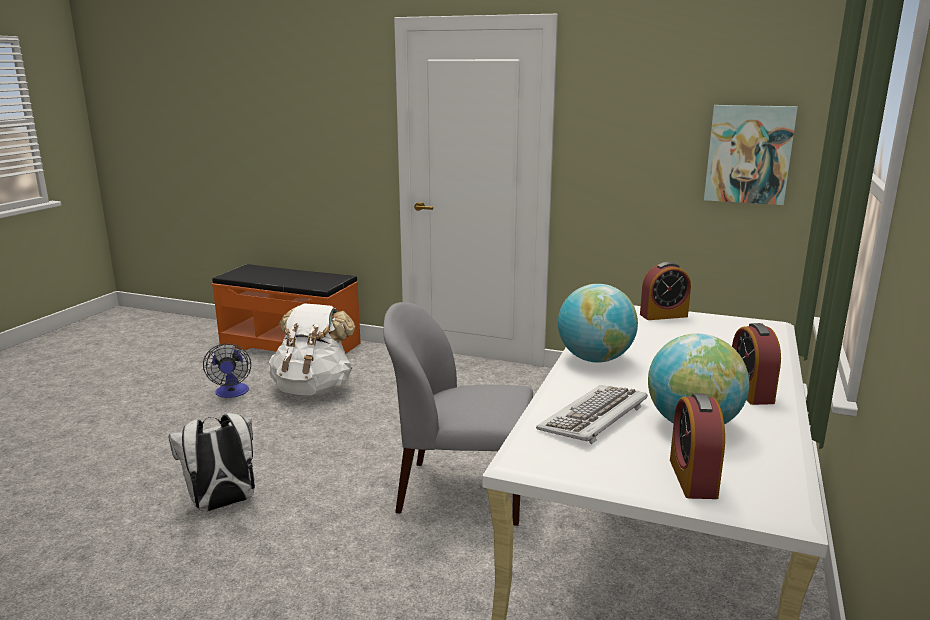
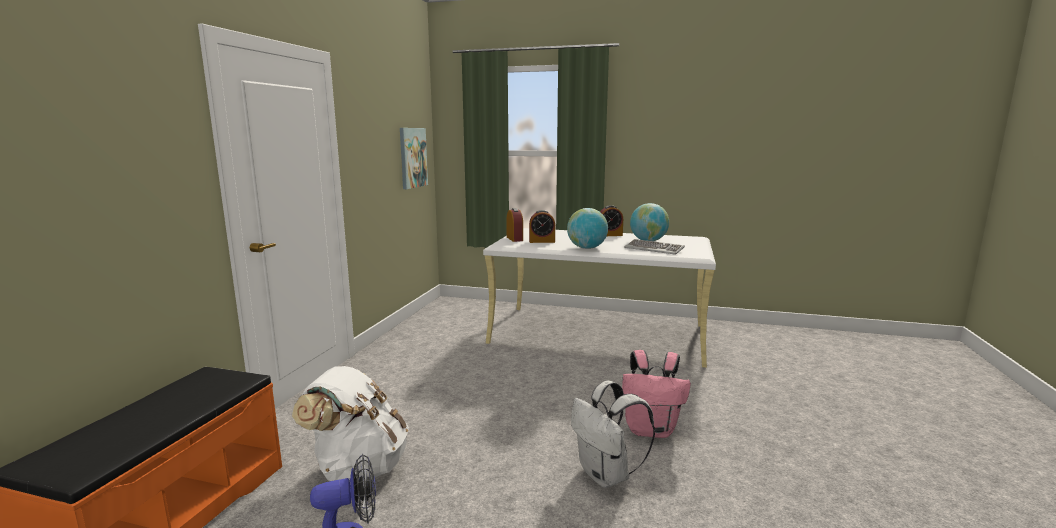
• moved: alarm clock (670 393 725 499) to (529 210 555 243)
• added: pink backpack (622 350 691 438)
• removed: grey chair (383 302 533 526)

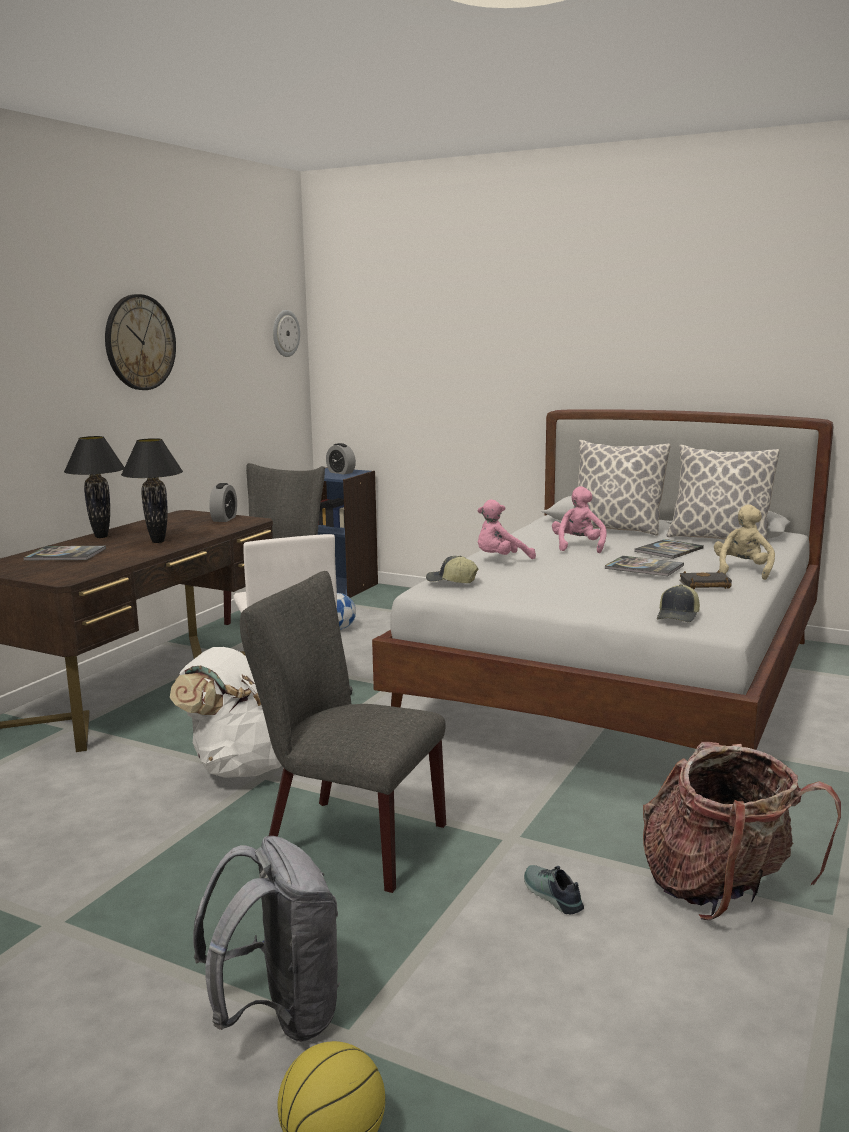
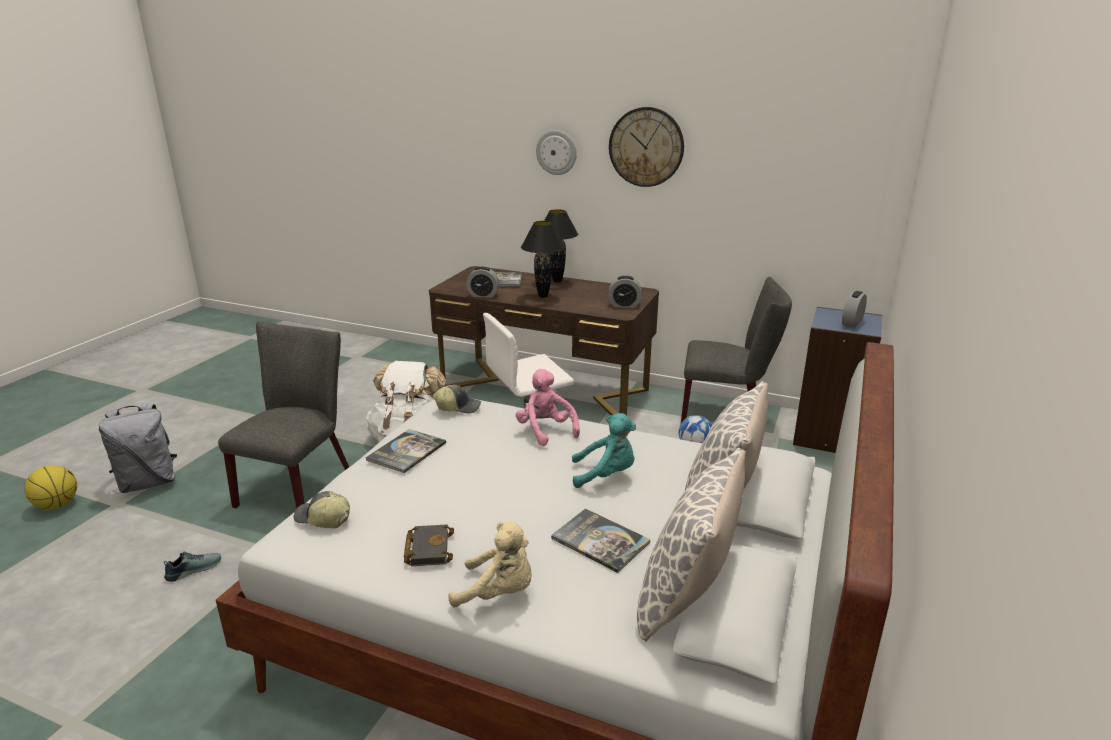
• moved: book (605 556 684 576) to (365 429 446 473)
• turned: cap (426 556 478 583) = (433 385 481 414) 75 degrees clockwise
• added: alarm clock (466 267 500 298)
• moved: wall clock (273 310 300 357) to (536 130 577 175)
• recoloured: pink plush toy (552 486 606 553) to turquoise plush toy (572 413 636 488)
• removed: backpack (643 742 841 920)

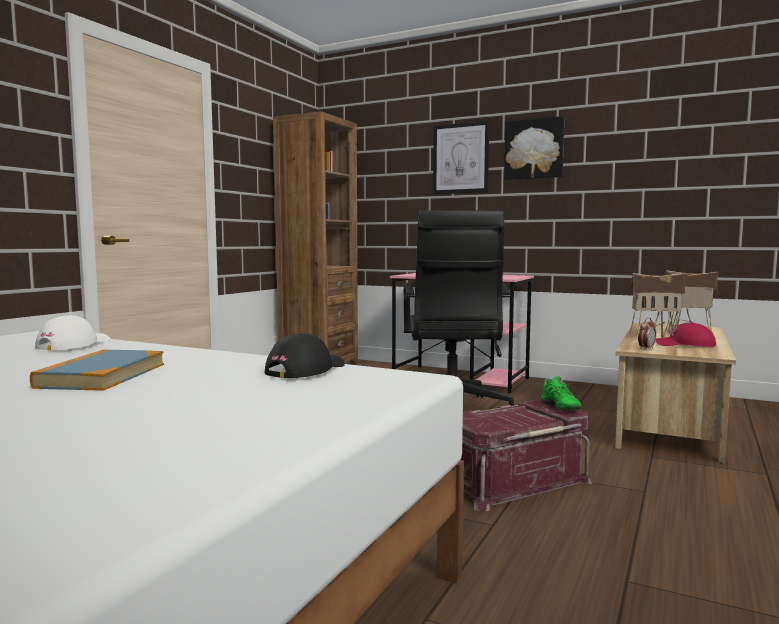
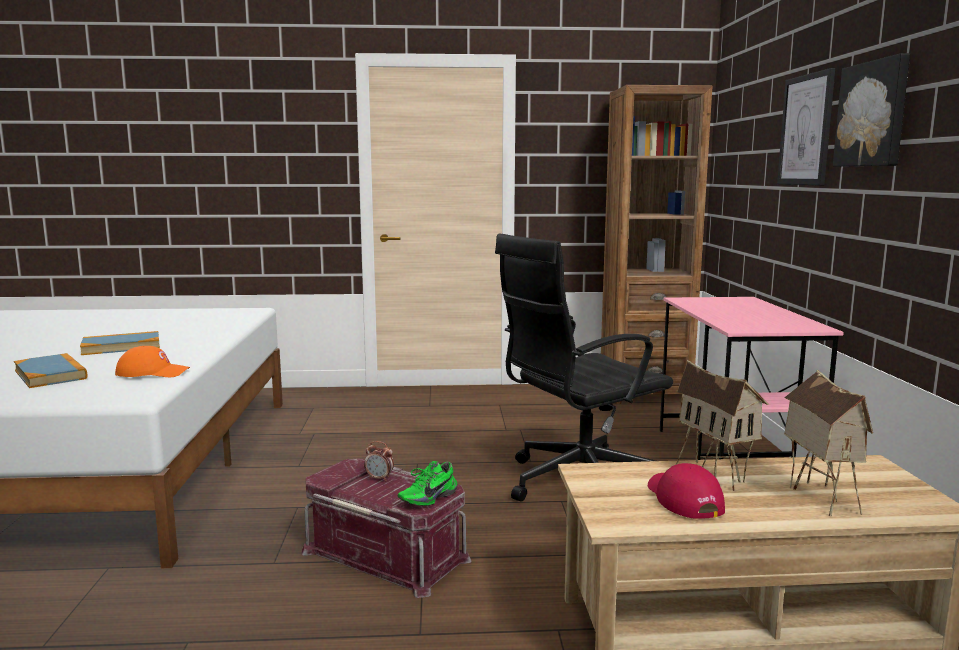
• added: book (14 353 87 388)
• recoloured: black cap (265 333 345 379) to orange cap (115 346 190 377)
• moved: alarm clock (638 318 656 350) to (364 441 394 481)
• removed: white cap (35 315 110 350)

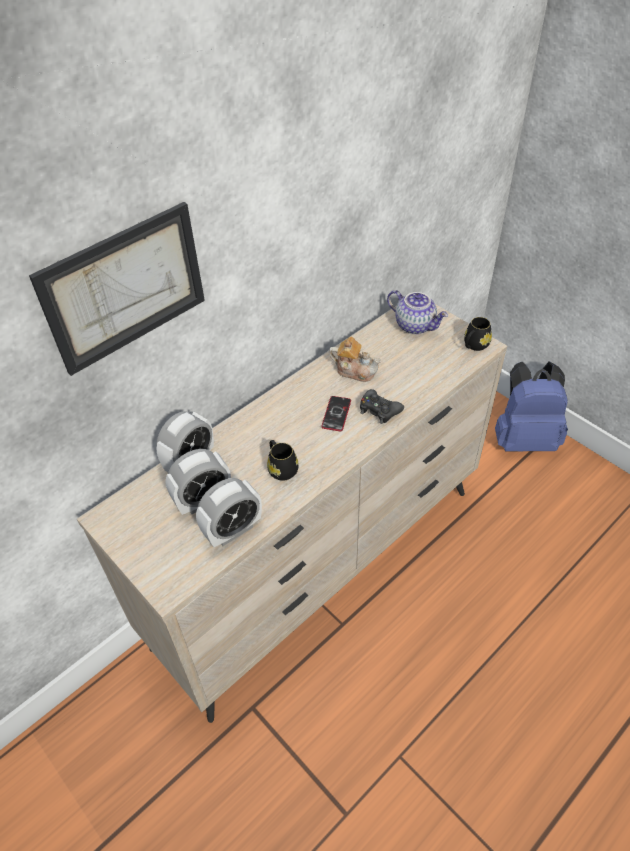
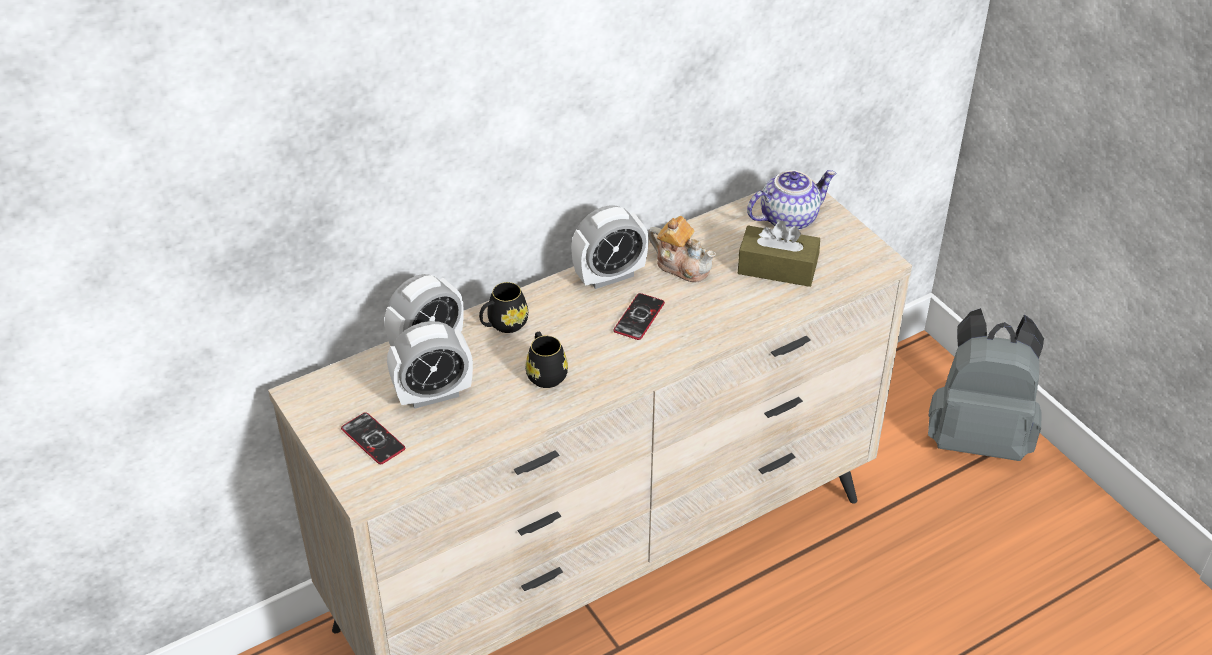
• added: phone (341 412 405 464)
• moved: black mug (464 317 492 351) to (479 282 528 333)
• moved: alarm clock (196 478 262 547) to (571 205 649 289)
• added: brown tissue box (738 221 820 287)
• turned: teapot (387 290 448 334) = (747 170 837 230) 75 degrees counterclockwise
• recoloured: blue backpack (495 361 568 452) to grey backpack (928 308 1044 461)
• removed: picture (29 202 205 376)
• removed: black game controller (360 389 404 424)

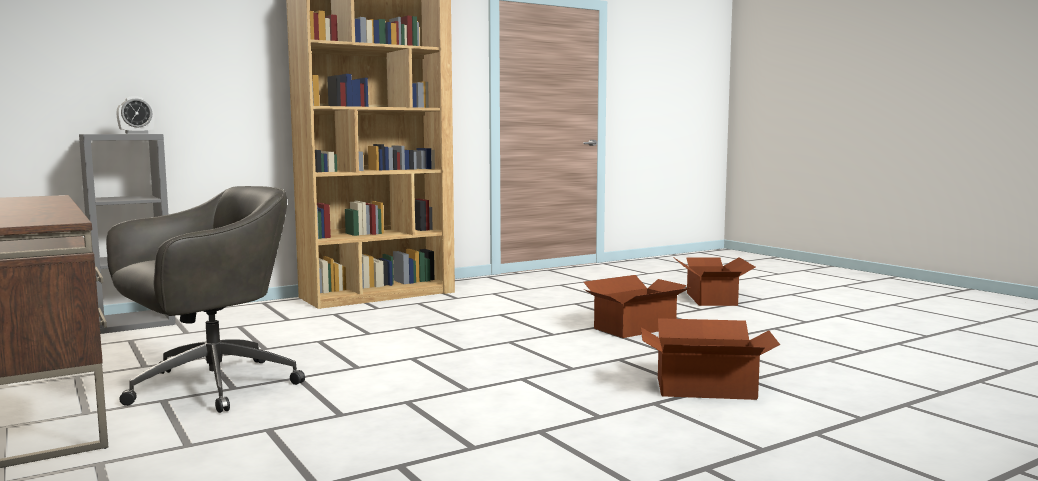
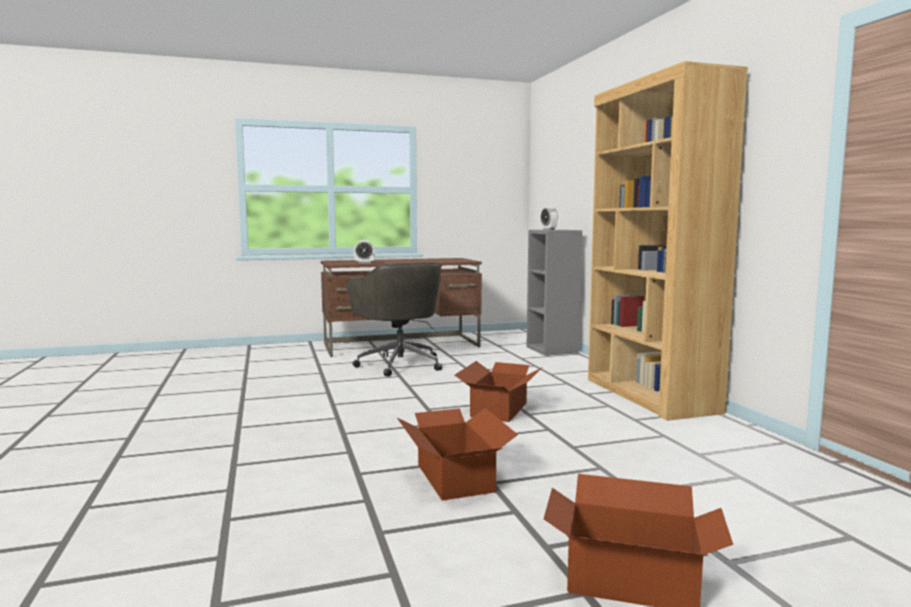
• added: alarm clock (354 240 375 263)
• moved: cardboard box (641 318 780 400) to (455 361 543 422)

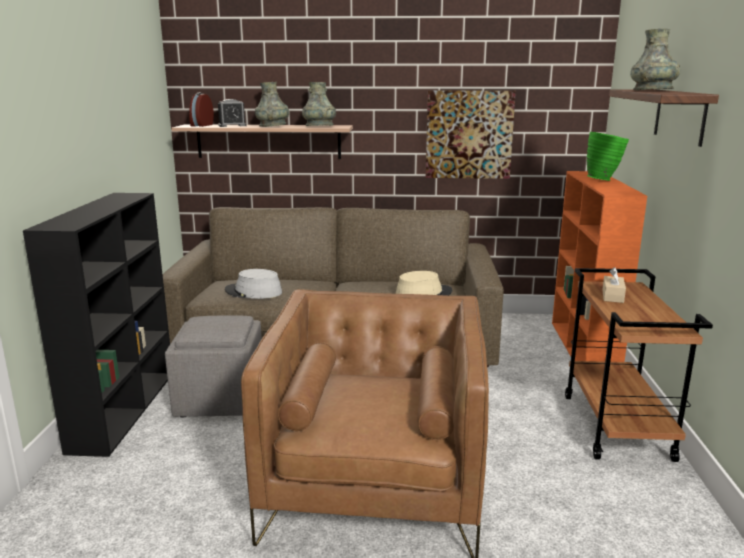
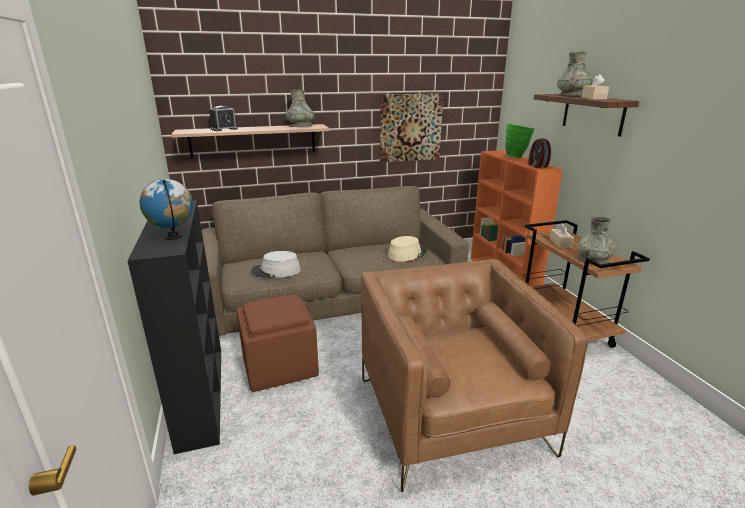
• added: globe (140 179 193 240)
• recoloured: grey ottoman (165 316 262 418) to brown ottoman (236 294 319 392)
• moved: alarm clock (189 93 214 127) to (528 138 551 168)
• moved: grey vase (255 82 289 127) to (577 217 616 265)
• added: beige tissue box (582 74 609 100)

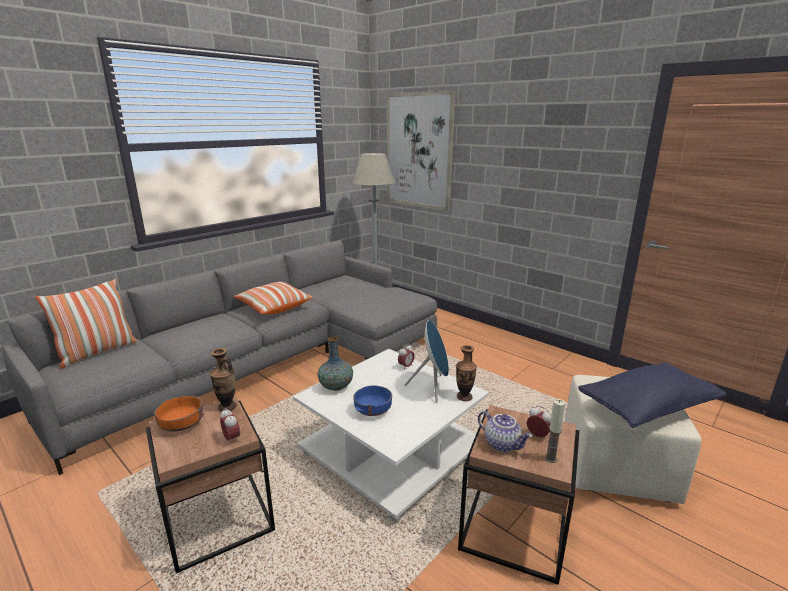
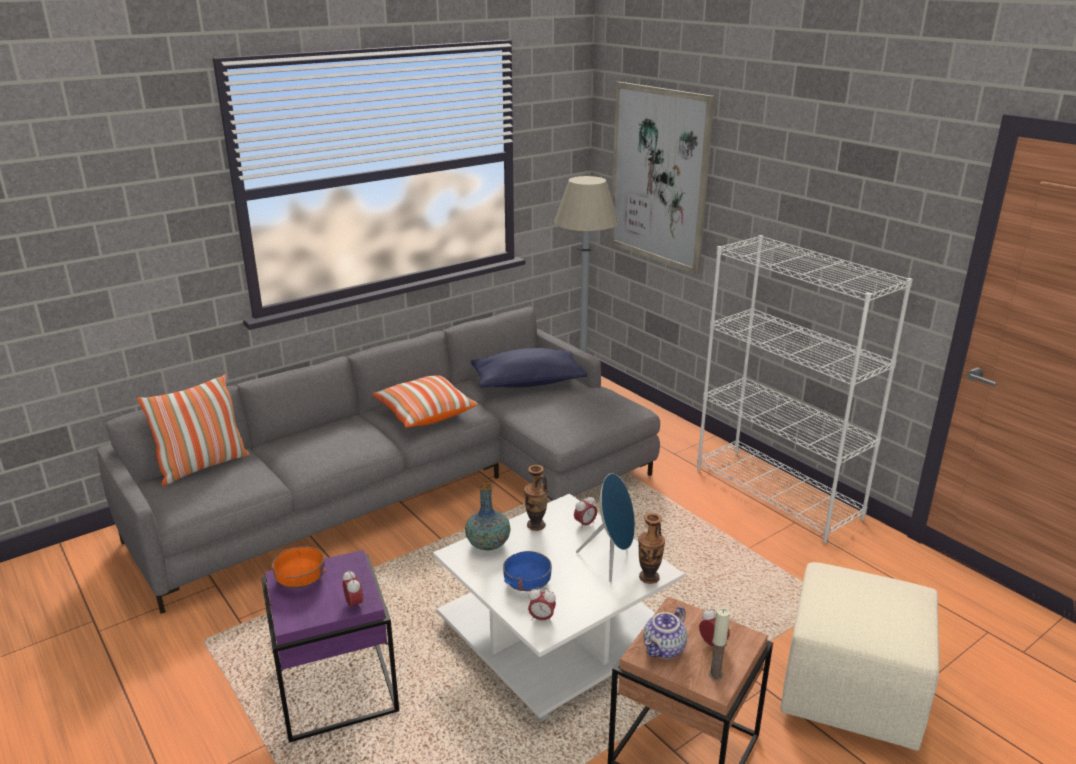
• recoloured: brown side table (146 397 275 573) to purple side table (261 550 399 743)
• moved: blue pillow (578 362 727 428) to (471 348 587 388)
• moved: vase (210 348 237 412) to (524 465 548 531)
• added: alarm clock (528 587 556 623)
• turned: teapot (478 411 532 452) = (644 606 687 659) 75 degrees clockwise
• added: white bookcase (697 235 913 543)

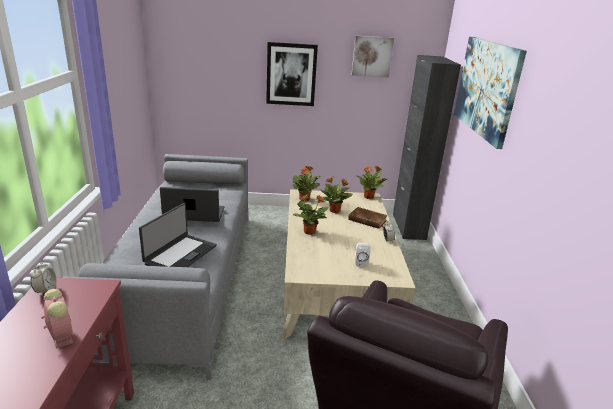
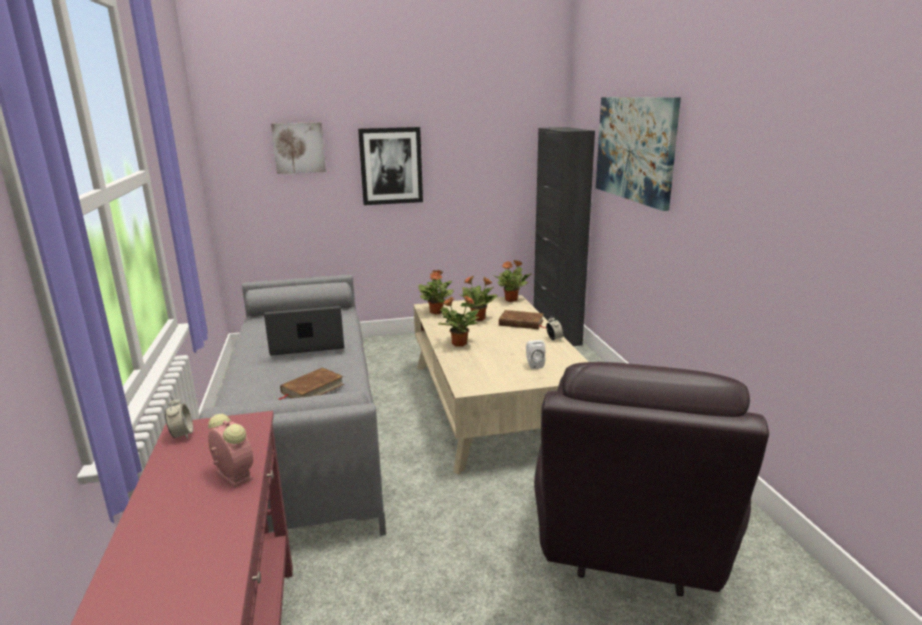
• moved: picture (352 36 394 78) to (271 122 326 174)
• replaced: laptop (139 203 217 267) to brown book (279 367 344 400)

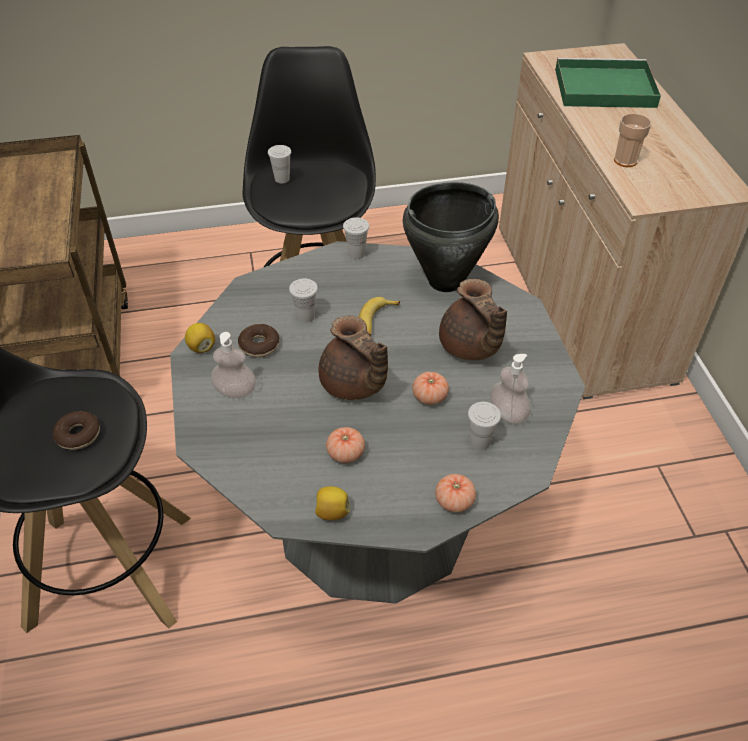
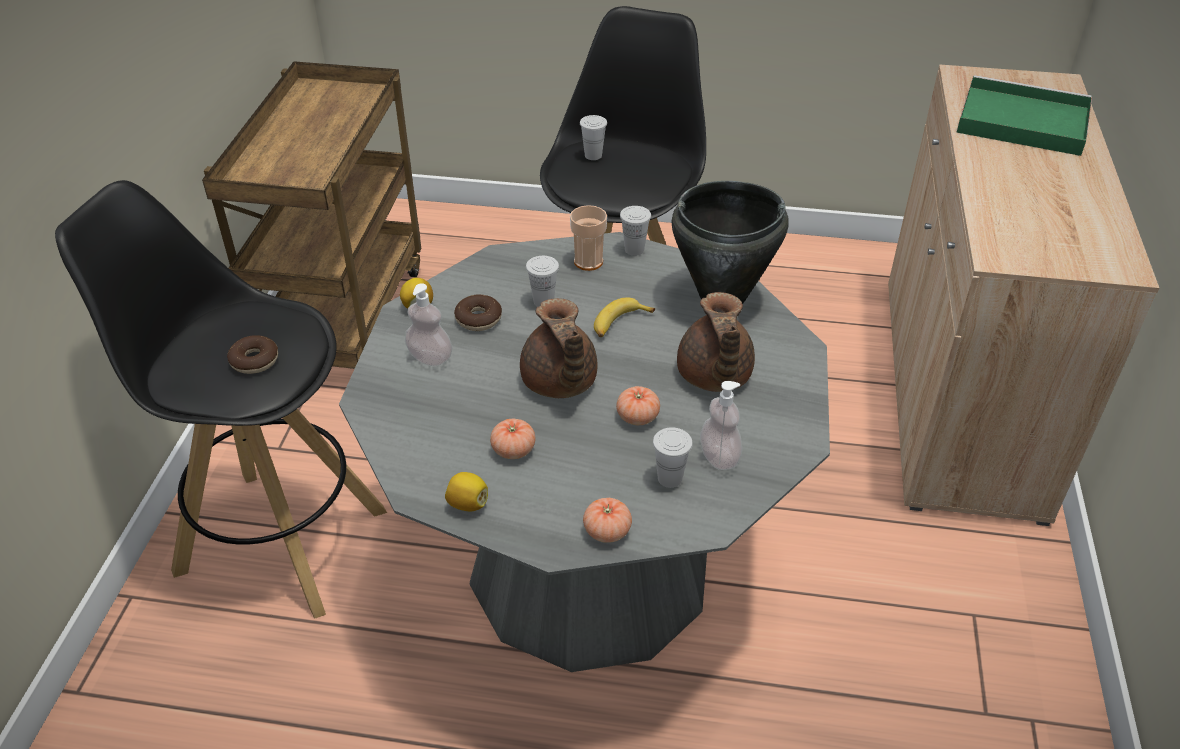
• moved: cup (614 113 651 167) to (570 205 607 271)

